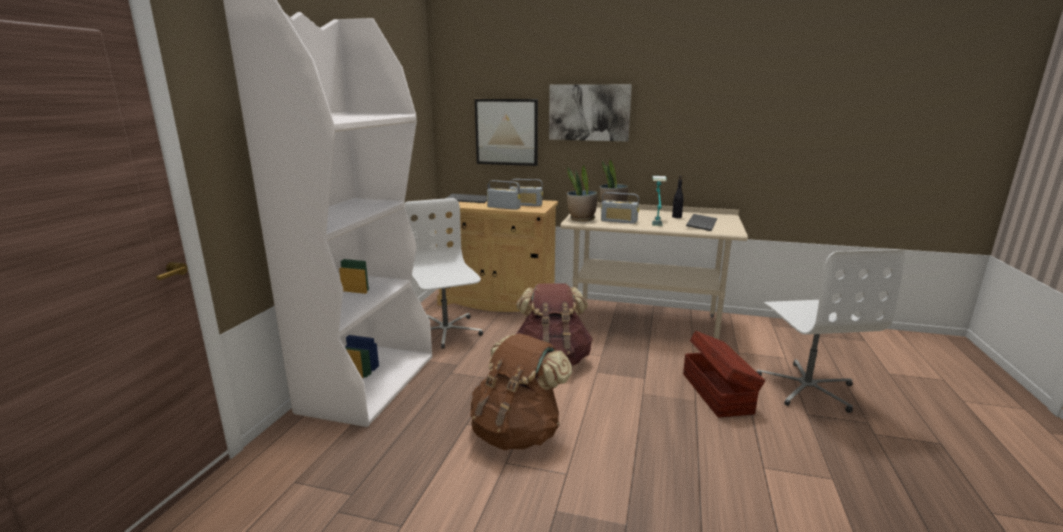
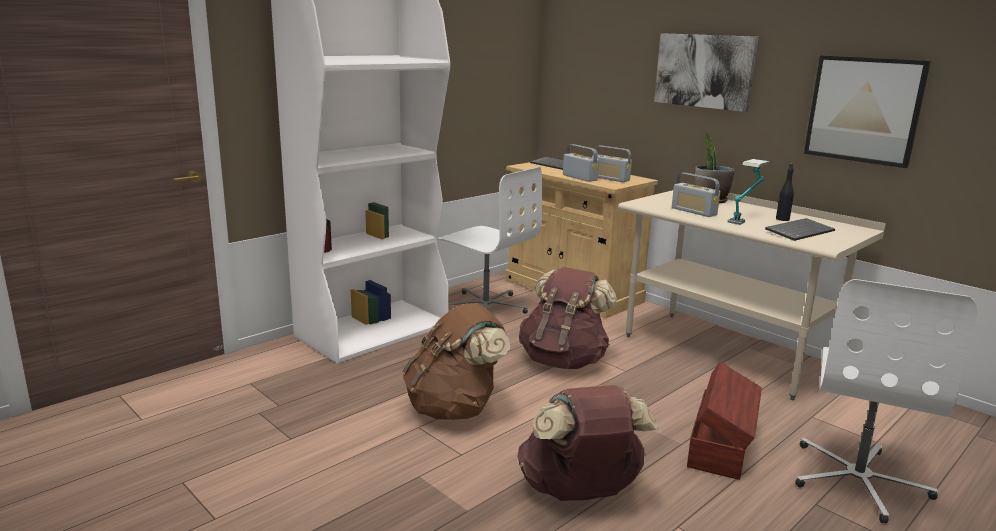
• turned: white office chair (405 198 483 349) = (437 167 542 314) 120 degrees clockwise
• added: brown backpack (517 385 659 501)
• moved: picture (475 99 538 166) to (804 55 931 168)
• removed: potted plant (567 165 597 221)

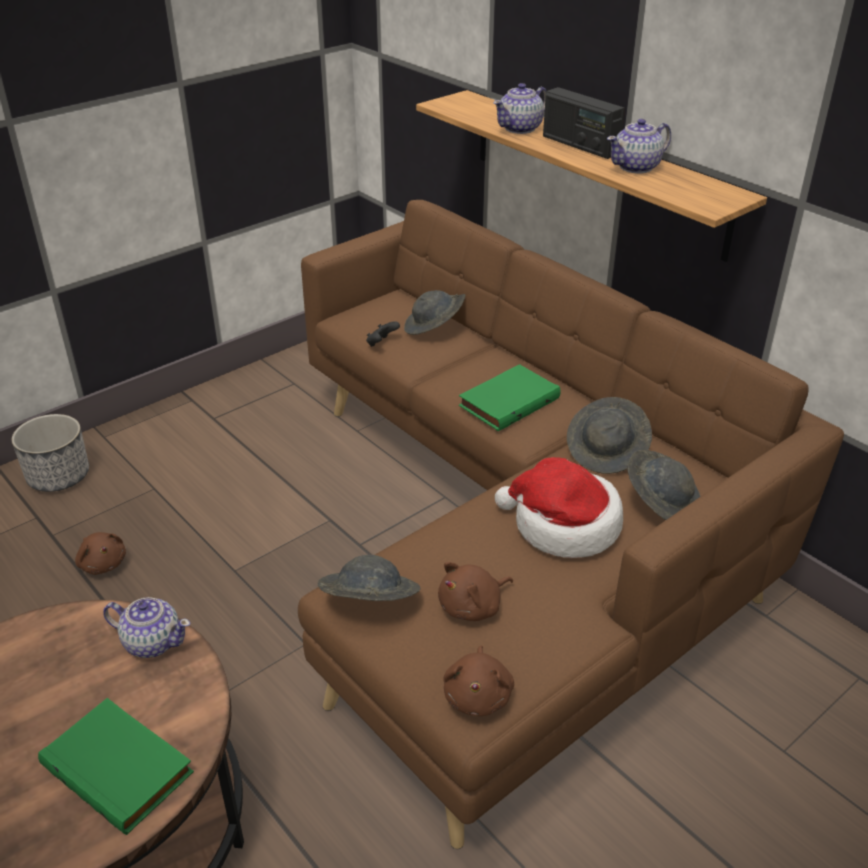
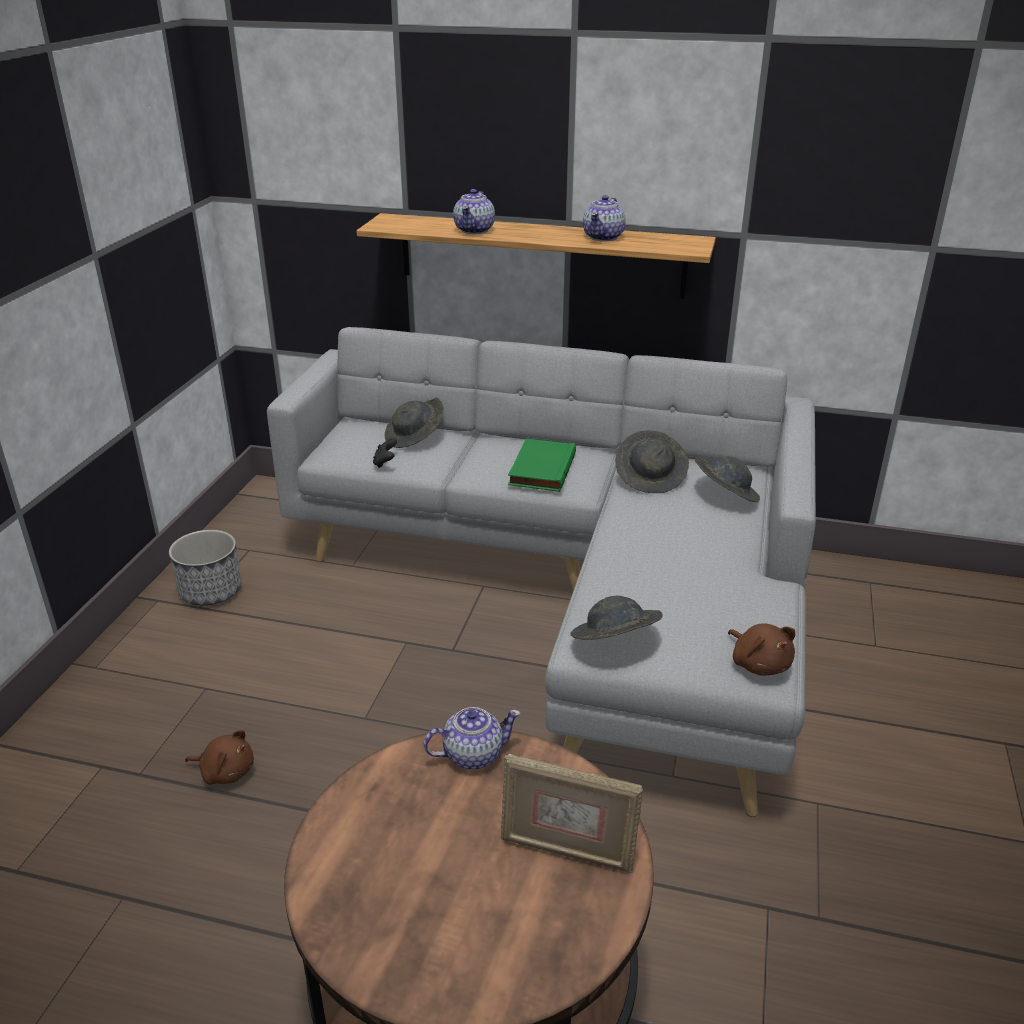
• moved: planter (11 414 89 492) to (169 530 241 606)
• recoloured: brown sofa (298 200 844 849) to grey sofa (267 327 816 817)
• replaced: green book (38 698 194 835) to picture frame (500 753 643 873)
• removed: brown plush toy (438 562 513 621)
• removed: hat (495 457 623 558)
• removed: radio (543 87 625 159)

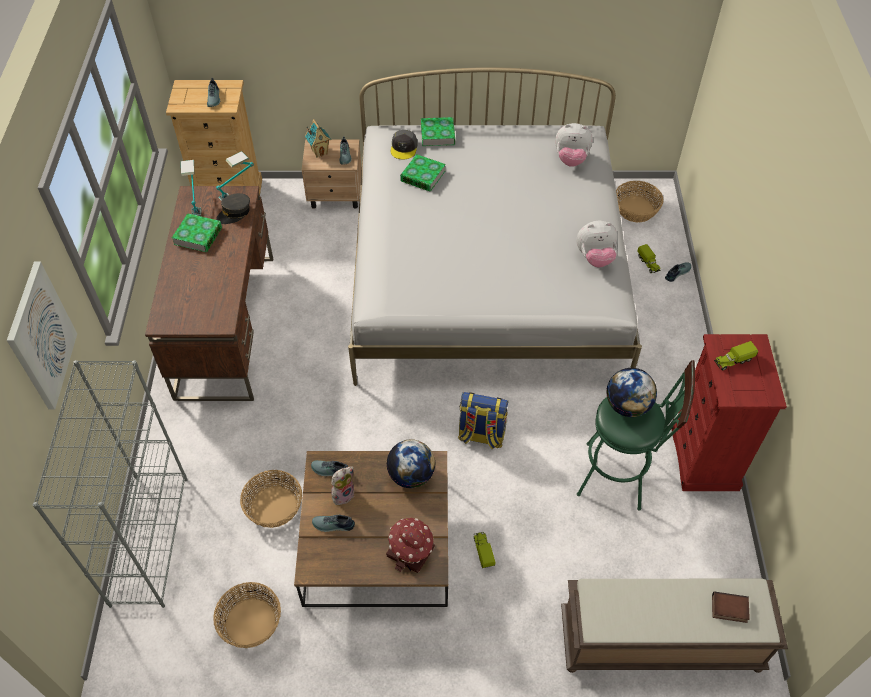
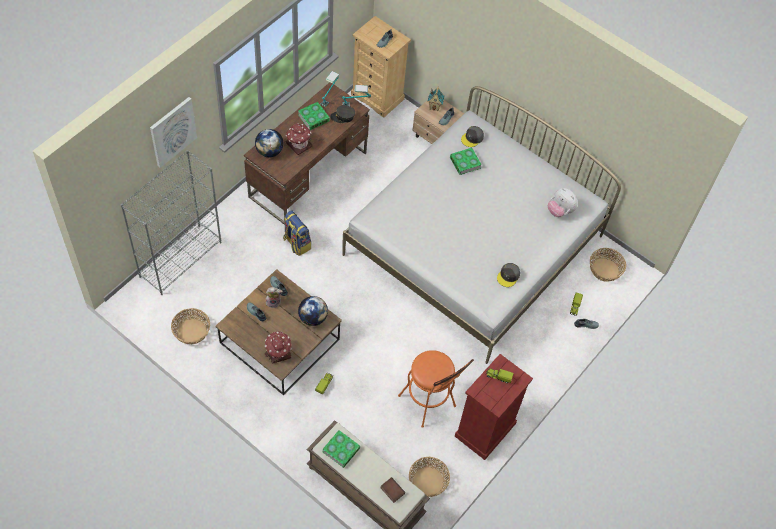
• moved: globe (606 368 657 417) to (255 129 283 157)
• moved: backpack (458 392 509 449) to (283 211 311 256)
• added: toy house (286 123 313 155)
• moved: book (421 117 455 146) to (322 430 360 468)
• recoloured: green stool (577 360 695 510) to orange stool (398 350 474 428)
• moved: basket (240 470 302 528) to (409 457 450 497)
• replaced: plush toy (576 221 617 267) to grey cap (497 263 520 287)

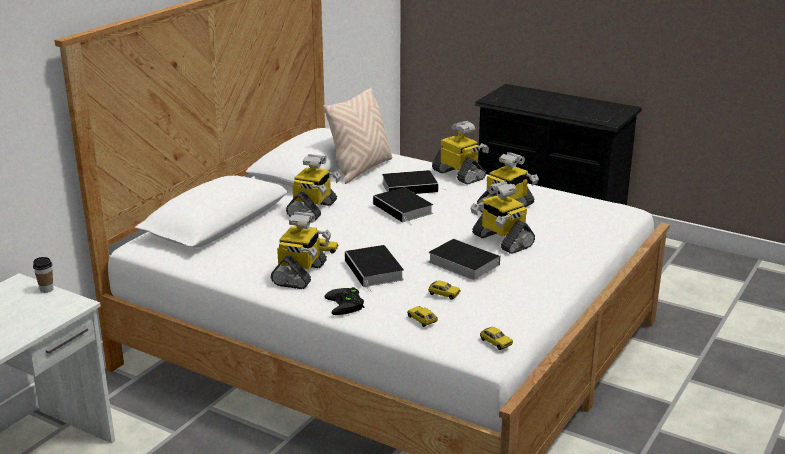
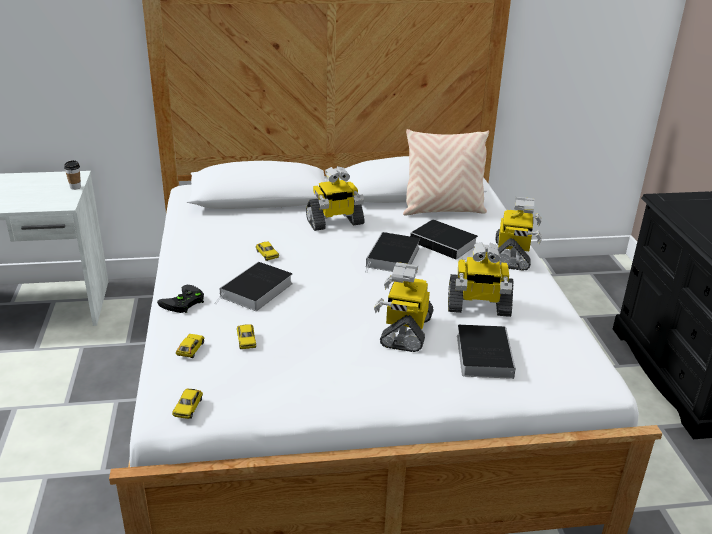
• moved: book (428 239 500 280) to (457 325 516 379)
• removed: toy robot (271 212 331 289)

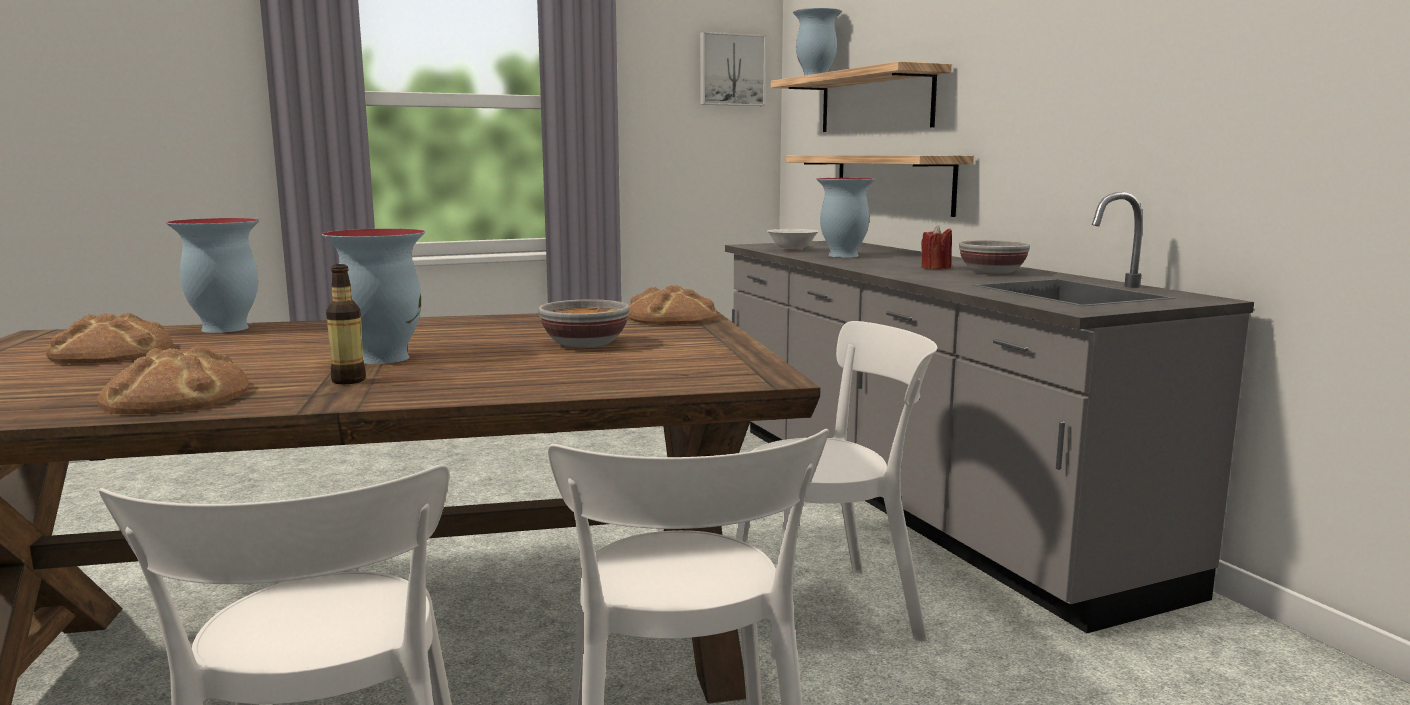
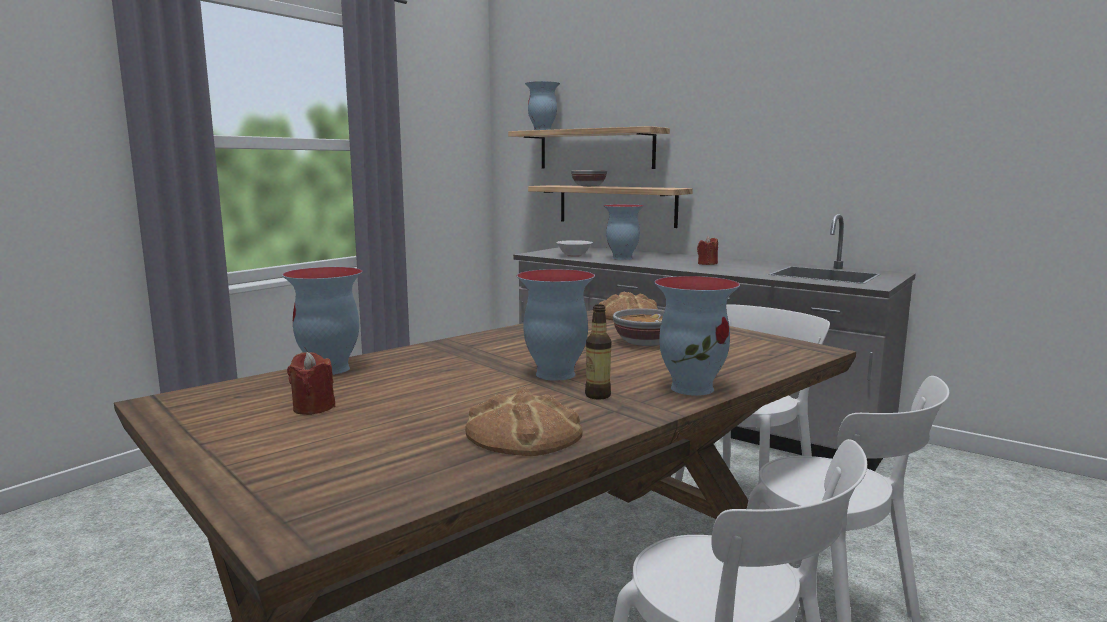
• replaced: bread (46 313 174 364) to red candle (287 352 335 415)
• moved: bowl (959 240 1030 274) to (571 170 607 186)
• added: vase (655 276 740 396)
• removed: picture (700 32 766 106)

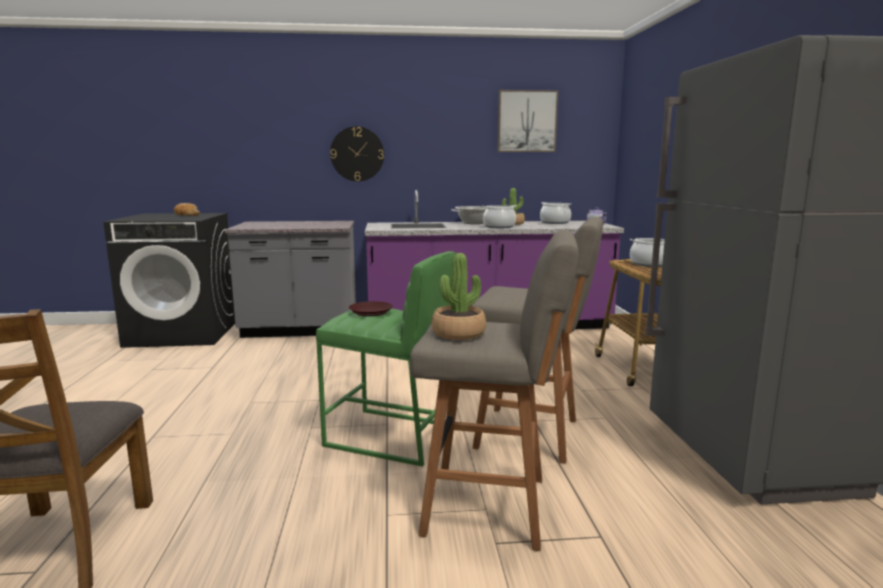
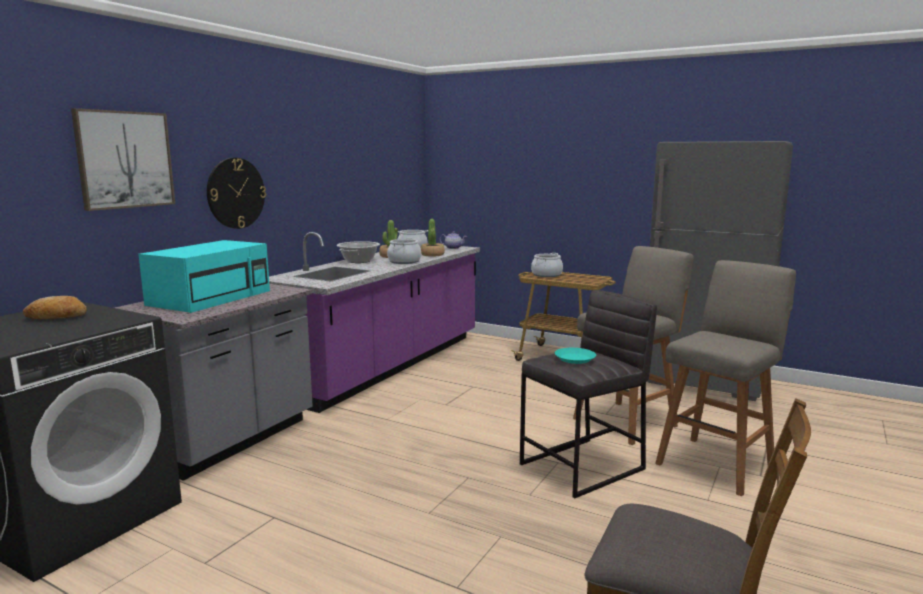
• moved: picture (497 90 558 152) to (71 108 175 211)
• added: turquoise microwave (138 240 270 313)
• moved: potted plant (432 253 486 340) to (421 219 445 257)
• recoloured: green stool (316 251 456 467) to grey stool (520 290 657 498)
• recoloured: brown plate (349 301 393 316) to turquoise plate (555 348 596 364)

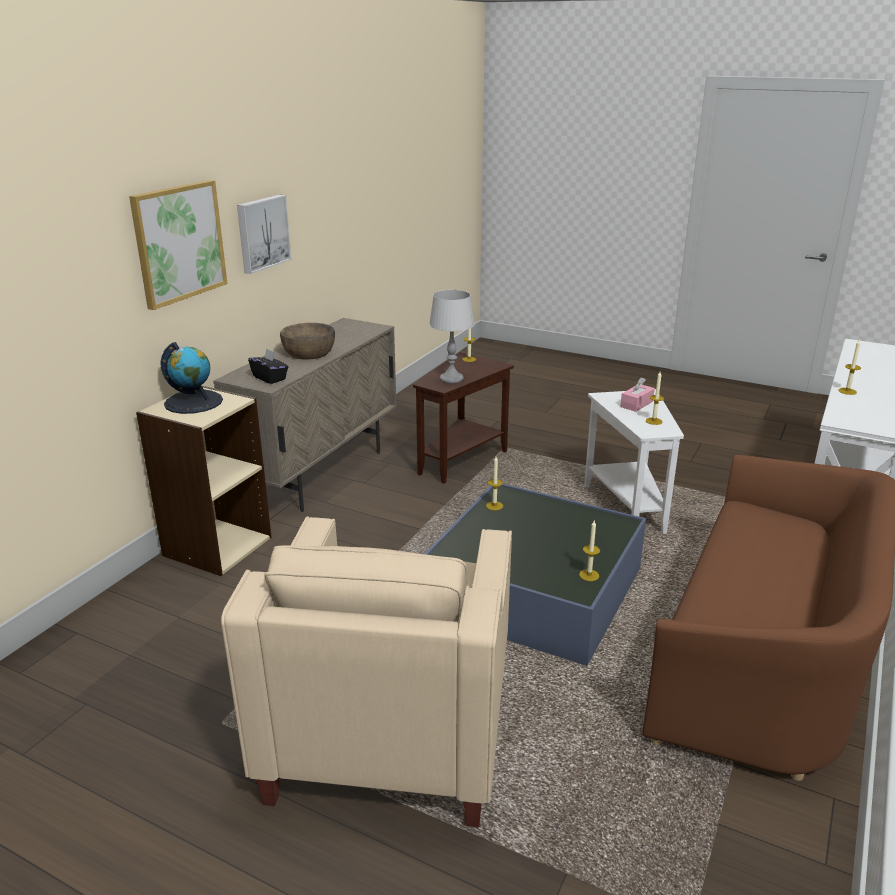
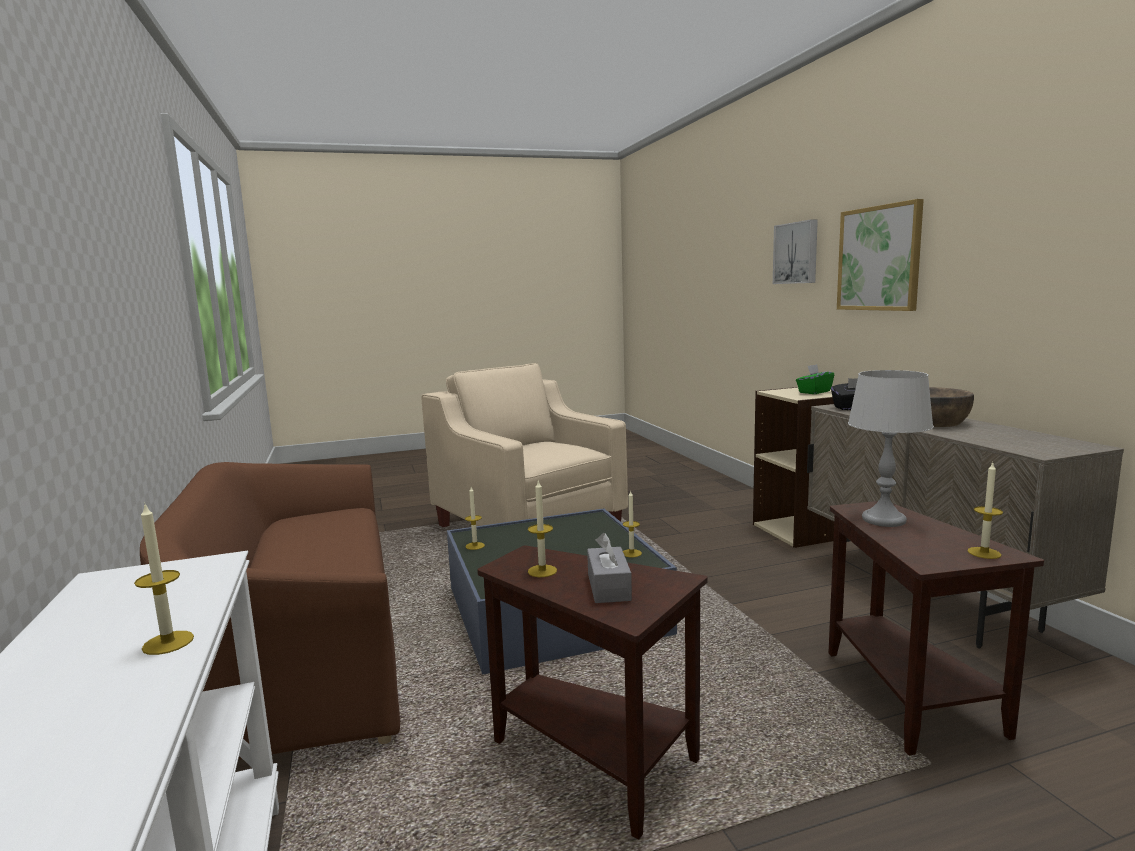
• recoloured: white side table (584 389 684 534) to brown side table (477 546 708 840)
• recoloured: pink tissue box (620 377 655 412) to grey tissue box (587 533 632 603)
• moved: picture (237 195 291 274) to (773 219 818 284)
• replaced: globe (160 342 223 414) to green tissue box (796 364 834 394)

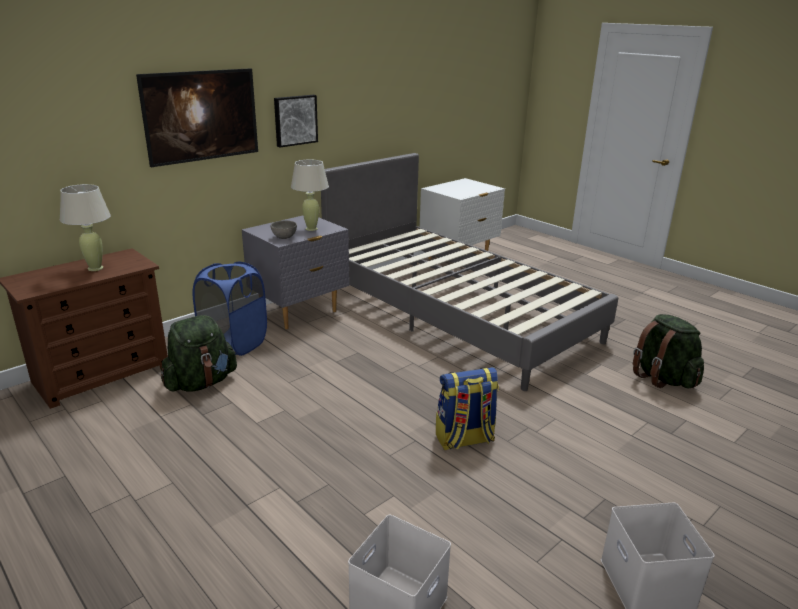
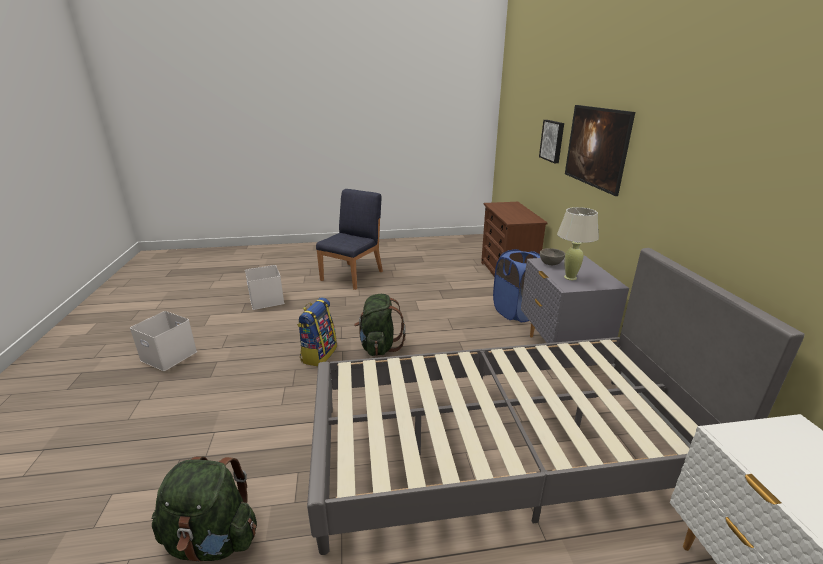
• added: blue chair (316 189 383 290)
• moved: green backpack (161 315 237 392) to (354 294 406 356)
• moved: picture (274 95 318 147) to (539 120 564 163)
• removed: beige table lamp (60 184 111 271)

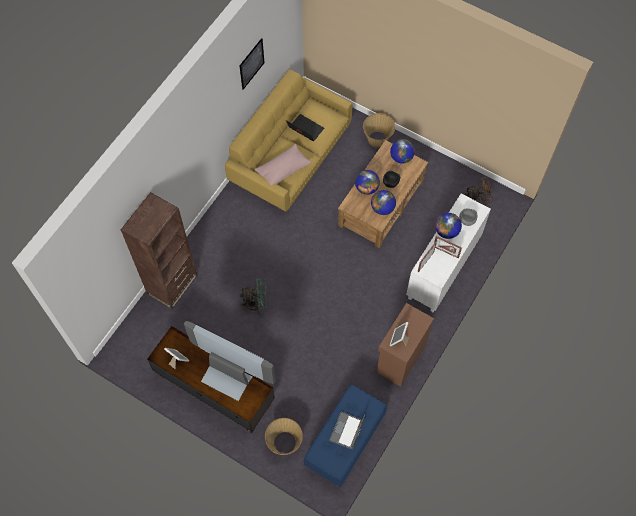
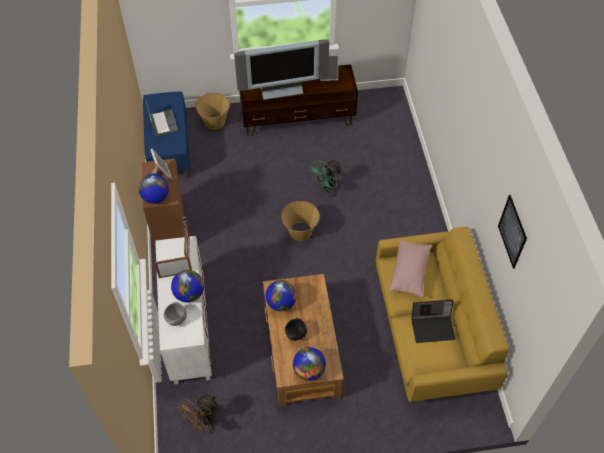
• moved: globe (355 170 380 195) to (138 174 169 204)
• moved: basket (363 113 395 148) to (281 201 320 241)
• removed: brown bookcase (121 192 197 309)

